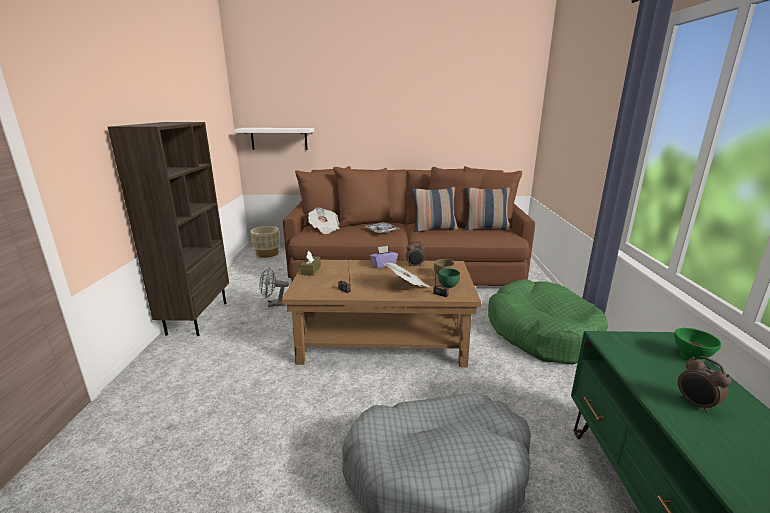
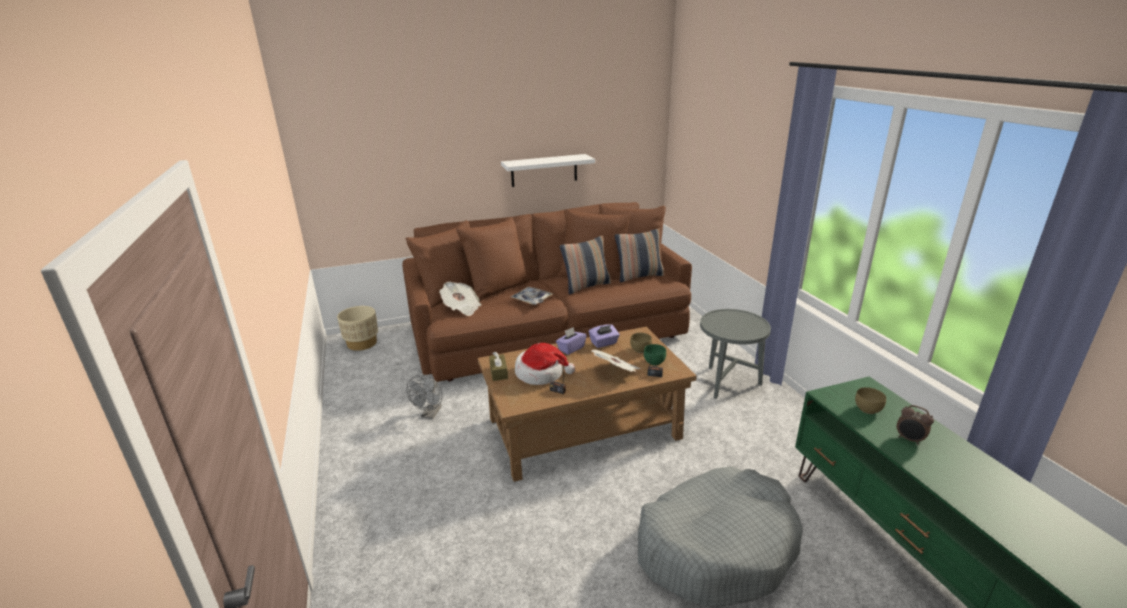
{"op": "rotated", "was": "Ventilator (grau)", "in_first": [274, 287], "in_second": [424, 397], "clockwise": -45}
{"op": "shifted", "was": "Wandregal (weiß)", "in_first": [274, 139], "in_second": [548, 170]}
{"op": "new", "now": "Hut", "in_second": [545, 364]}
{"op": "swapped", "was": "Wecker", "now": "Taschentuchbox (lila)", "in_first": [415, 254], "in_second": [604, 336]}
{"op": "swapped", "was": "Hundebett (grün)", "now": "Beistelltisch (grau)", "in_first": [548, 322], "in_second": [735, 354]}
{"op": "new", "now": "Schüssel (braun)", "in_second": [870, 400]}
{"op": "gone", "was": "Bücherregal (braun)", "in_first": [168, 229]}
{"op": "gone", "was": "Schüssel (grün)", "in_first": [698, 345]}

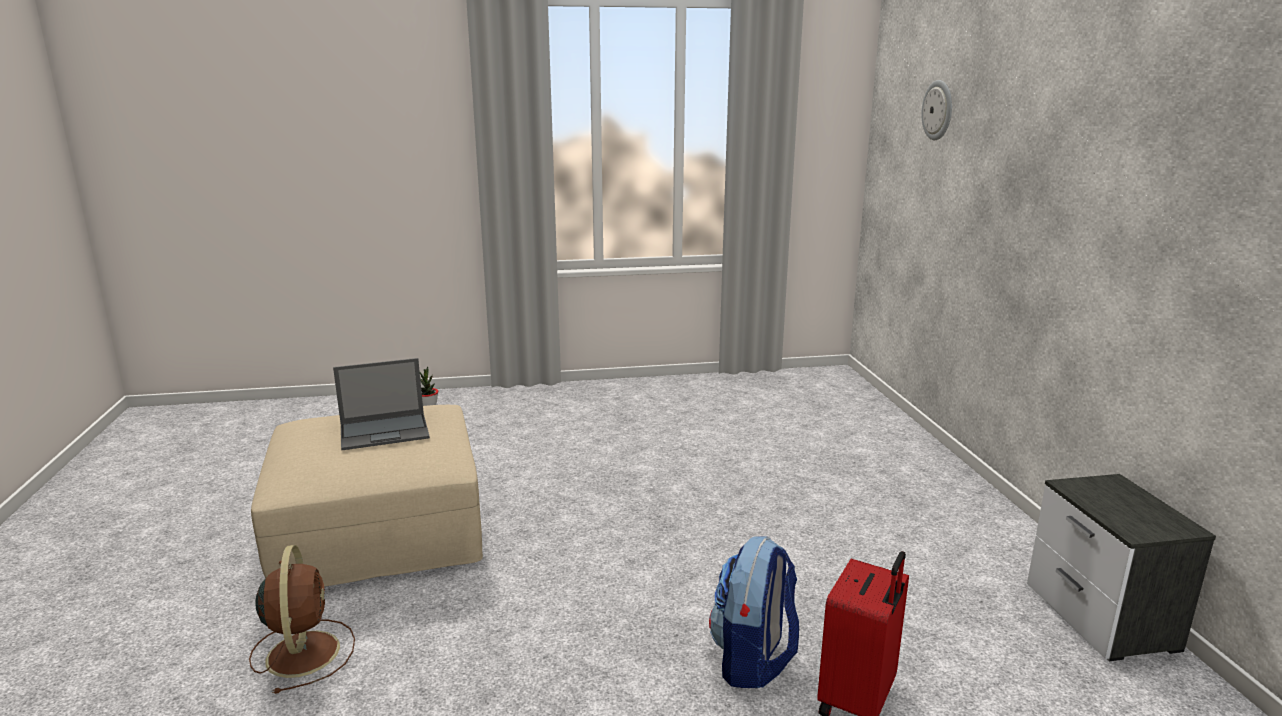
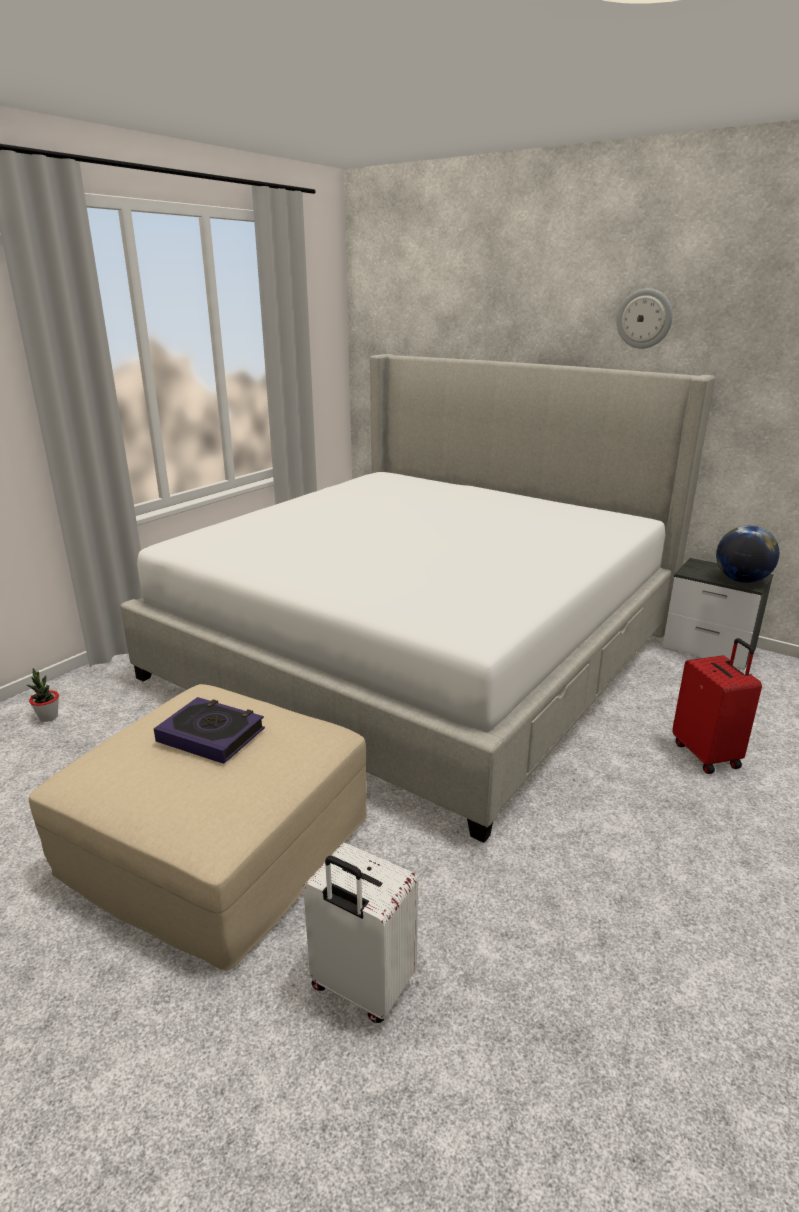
{"op": "new", "now": "Bett", "in_second": [417, 598]}
{"op": "swapped", "was": "Laptop", "now": "Buch", "in_first": [381, 404], "in_second": [209, 730]}
{"op": "swapped", "was": "Ventilator (braun)", "now": "Koffer (weiß)", "in_first": [302, 619], "in_second": [360, 933]}
{"op": "shifted", "was": "Wanduhr", "in_first": [936, 110], "in_second": [645, 319]}
{"op": "new", "now": "Globus", "in_second": [747, 554]}
{"op": "gone", "was": "Rucksack", "in_first": [754, 612]}

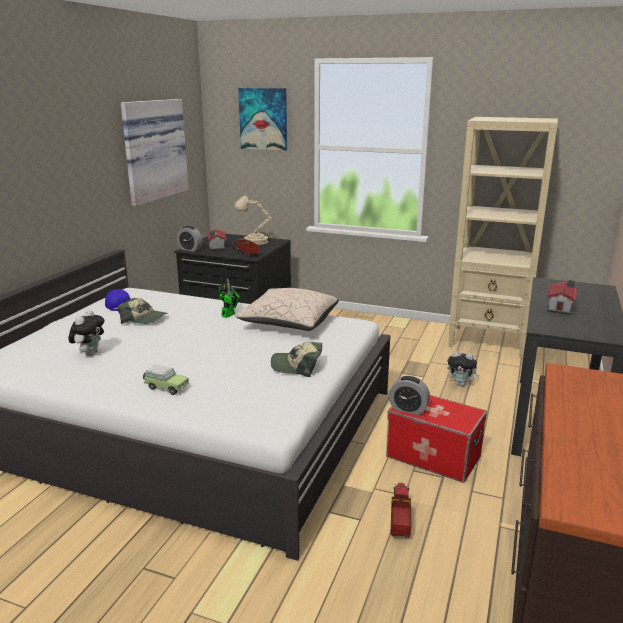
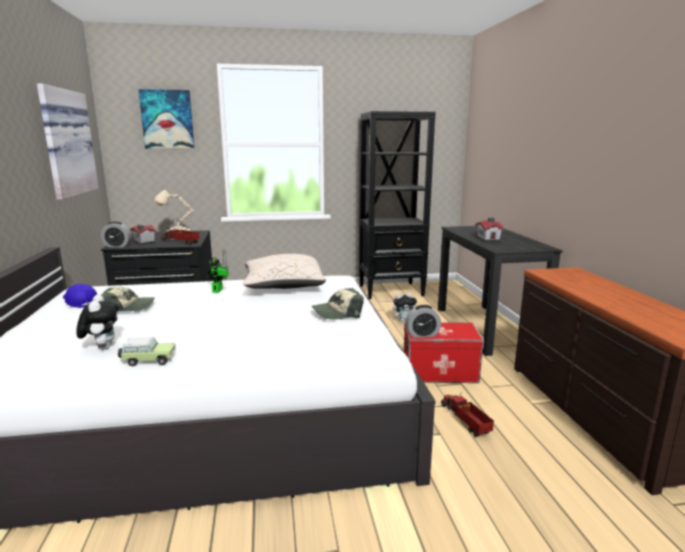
{"op": "shifted", "was": "Spielzeugauto", "in_first": [166, 379], "in_second": [147, 351]}
{"op": "repainted", "was": "Bücherregal (beige)", "now": "Bücherregal (schwarz)", "in_first": [503, 237], "in_second": [397, 205]}

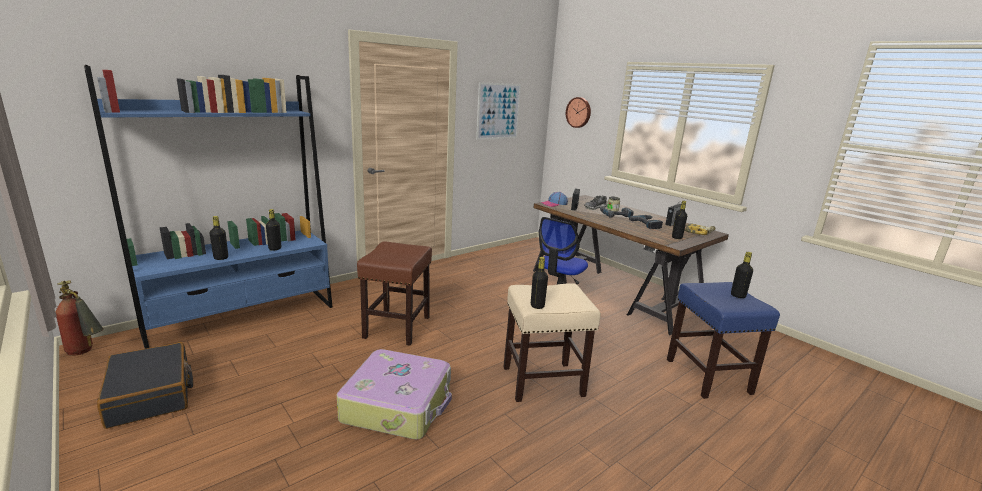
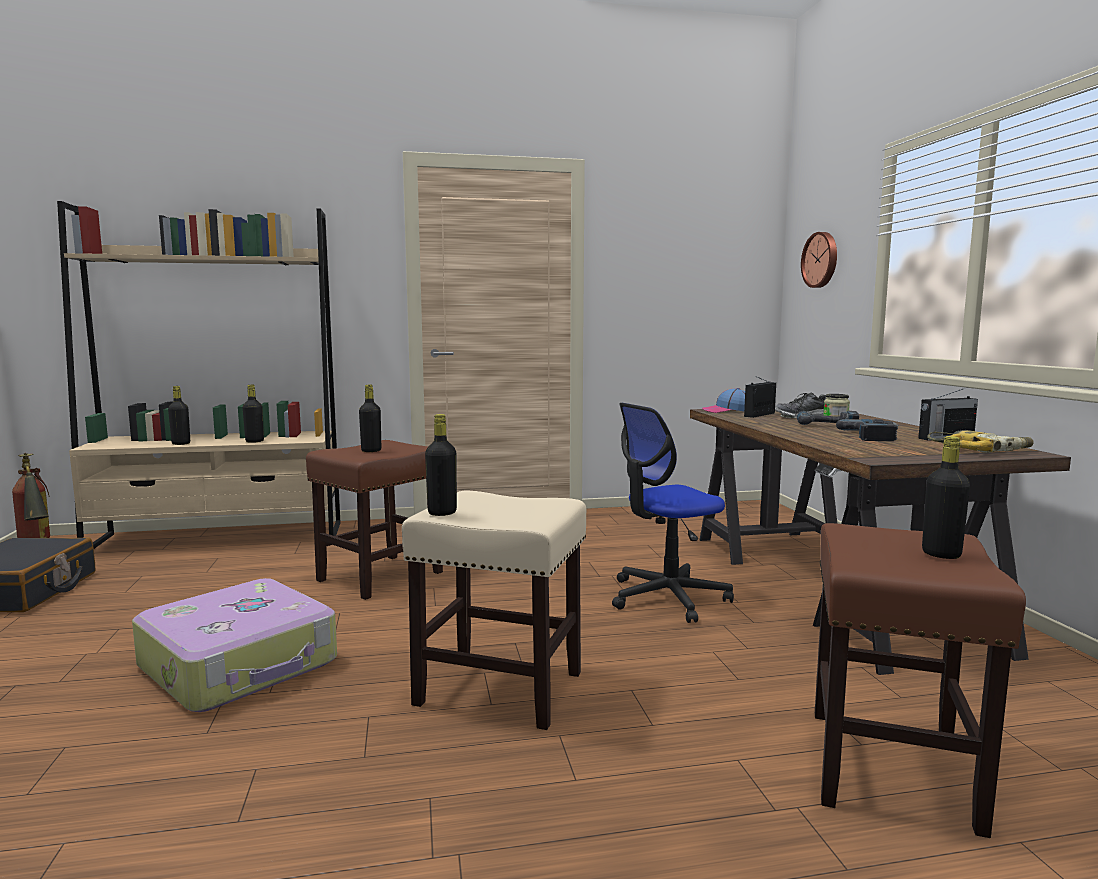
{"op": "repainted", "was": "Bücherregal (blau)", "now": "Bücherregal (beige)", "in_first": [208, 207], "in_second": [198, 375]}
{"op": "shifted", "was": "Flasche (schwarz)", "in_first": [679, 220], "in_second": [370, 418]}
{"op": "repainted", "was": "Hocker (blau)", "now": "Hocker (braun)", "in_first": [723, 340], "in_second": [920, 680]}
{"op": "gone", "was": "Bild", "in_first": [498, 111]}

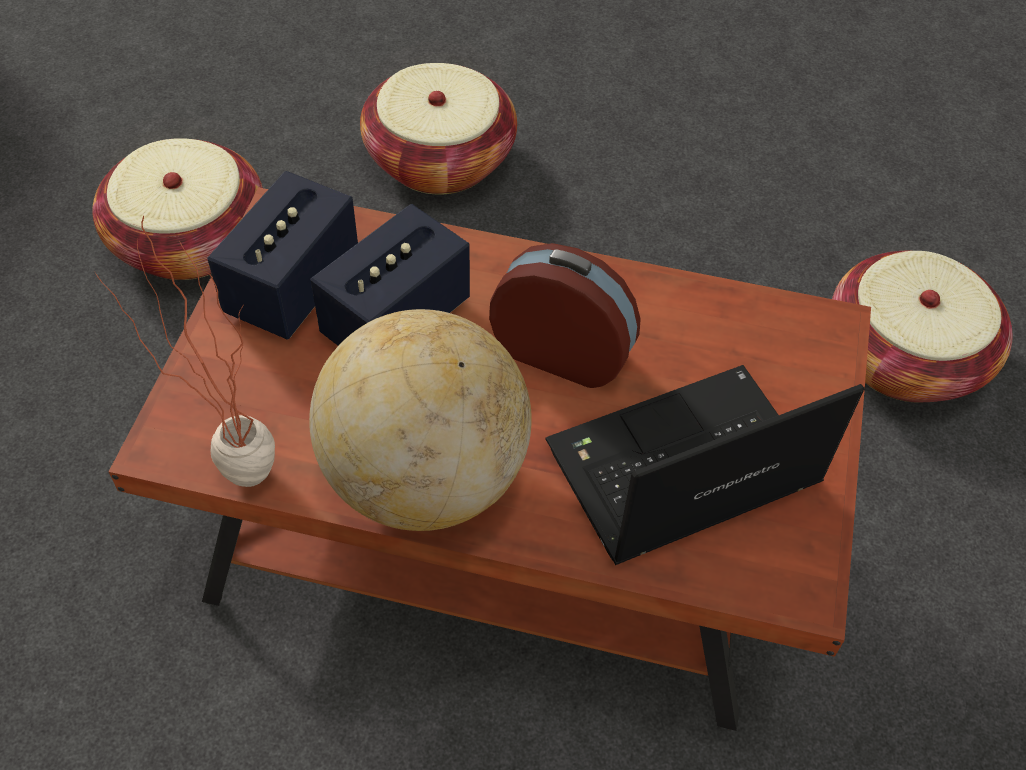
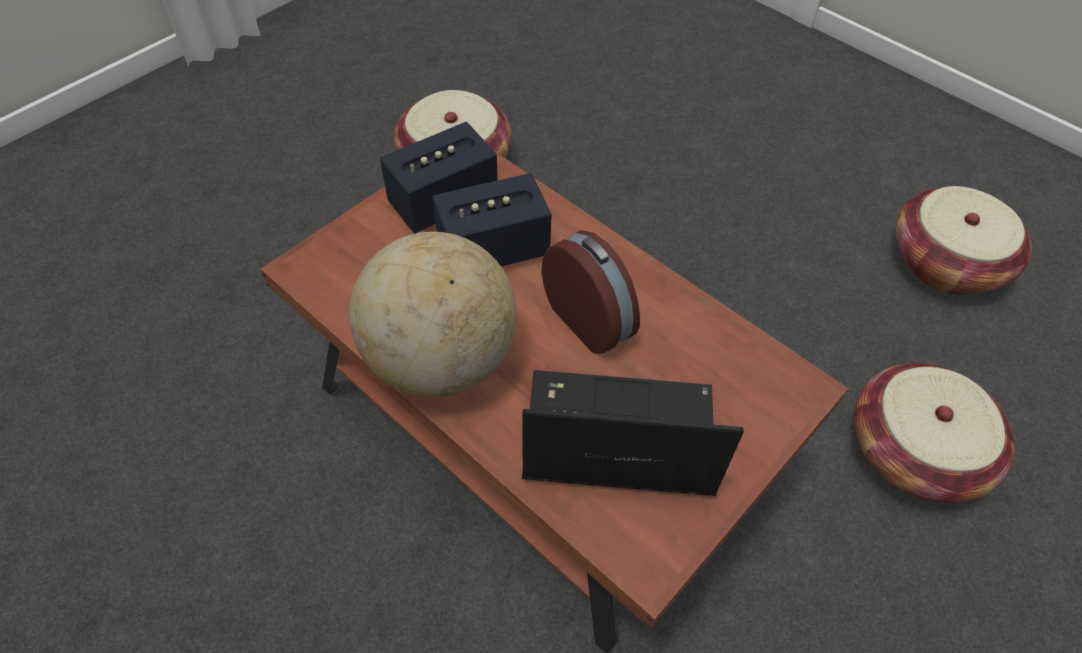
{"op": "shifted", "was": "Korb", "in_first": [438, 129], "in_second": [963, 240]}
{"op": "gone", "was": "Topfpflanze", "in_first": [185, 351]}

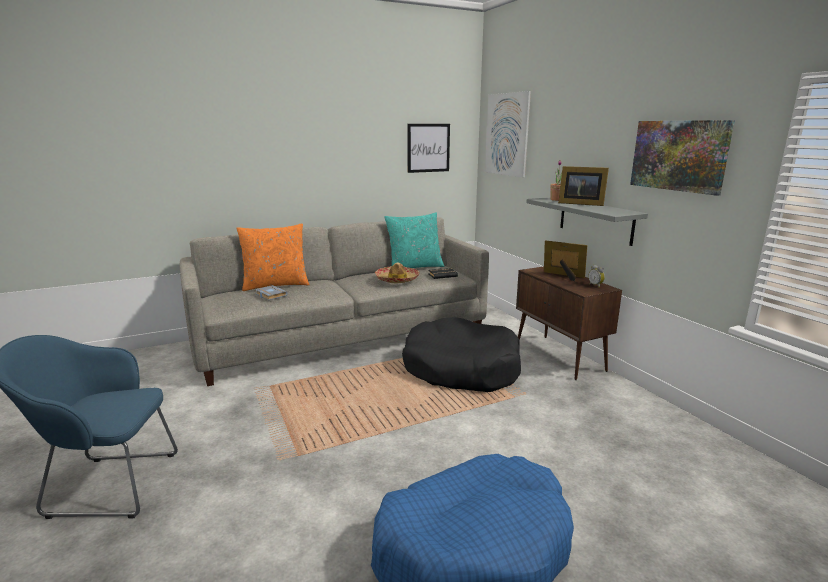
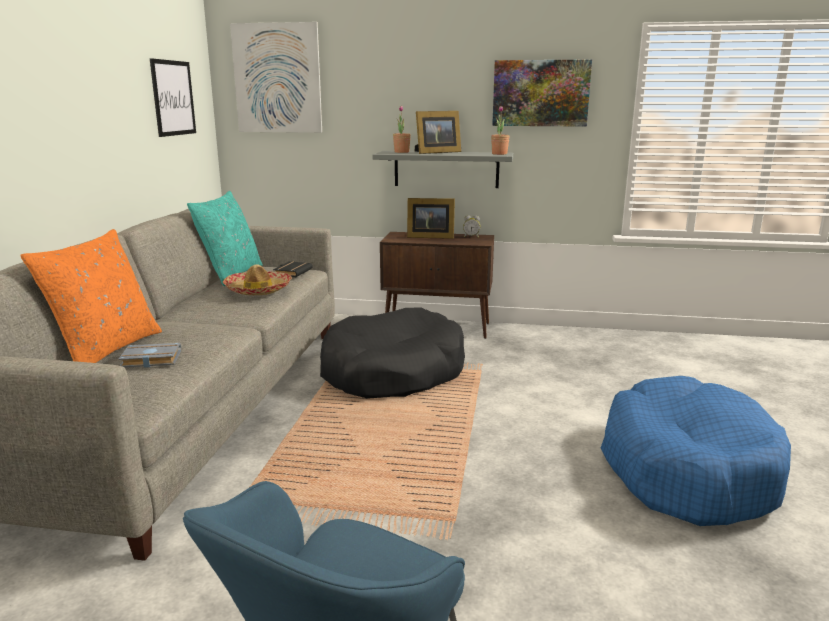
{"op": "rotated", "was": "Bilderrahmen", "in_first": [565, 260], "in_second": [431, 218], "clockwise": -150}
{"op": "new", "now": "Topfpflanze", "in_second": [500, 130]}

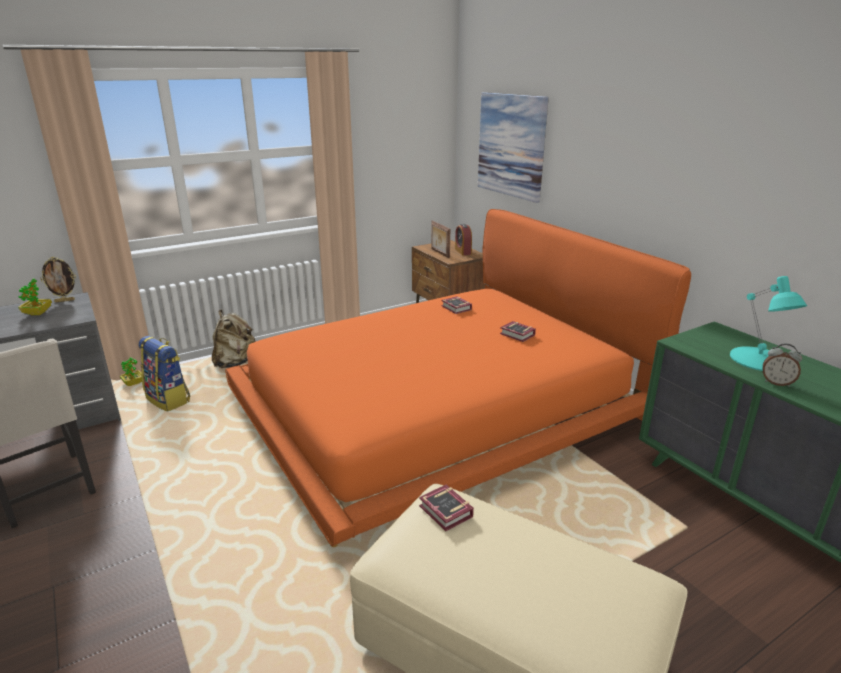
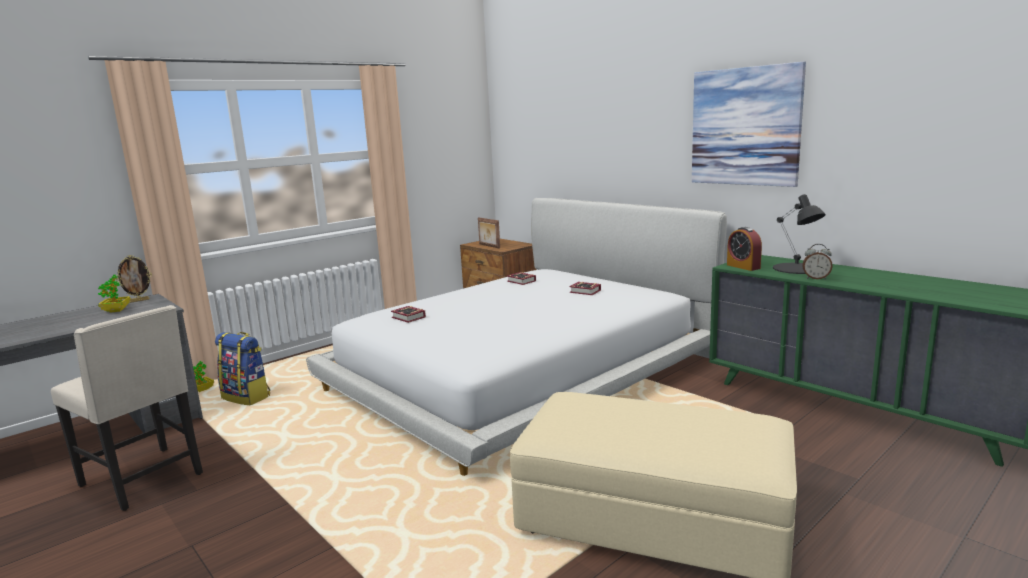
{"op": "repainted", "was": "Bett (orange)", "now": "Bett (weiß)", "in_first": [458, 378], "in_second": [516, 337]}
{"op": "shifted", "was": "Buch", "in_first": [446, 507], "in_second": [408, 314]}
{"op": "shifted", "was": "Bild", "in_first": [513, 147], "in_second": [749, 124]}
{"op": "shifted", "was": "Wecker", "in_first": [463, 239], "in_second": [744, 249]}
{"op": "repainted", "was": "Tischlampe (türkis)", "now": "Tischlampe (schwarz)", "in_first": [768, 323], "in_second": [799, 234]}
{"op": "gone", "was": "Rucksack (beige)", "in_first": [234, 338]}

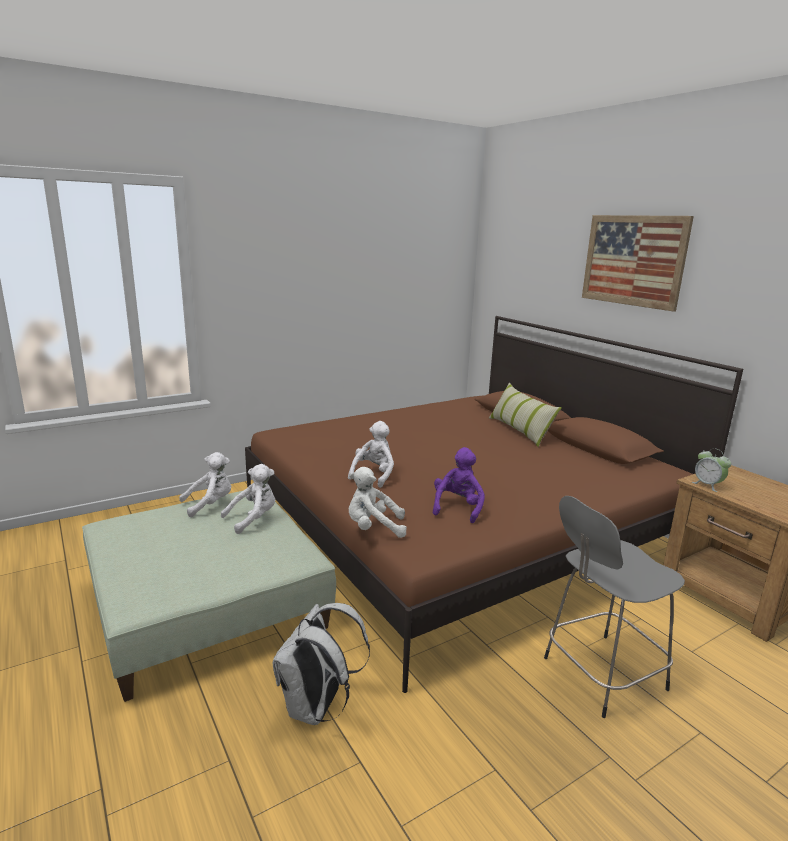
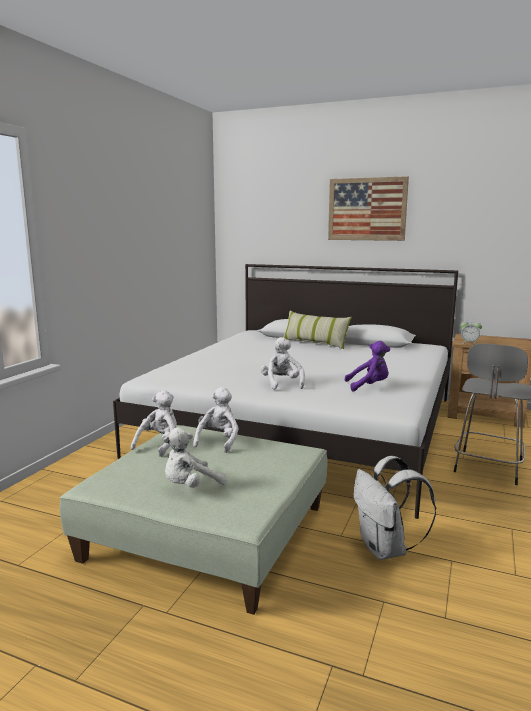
{"op": "repainted", "was": "Bett (braun)", "now": "Bett (weiß)", "in_first": [494, 504], "in_second": [285, 391]}
{"op": "shifted", "was": "Plüschtier (weiß)", "in_first": [378, 502], "in_second": [195, 458]}
{"op": "rotated", "was": "Plüschtier (lila)", "in_first": [459, 485], "in_second": [367, 366], "clockwise": 105}

